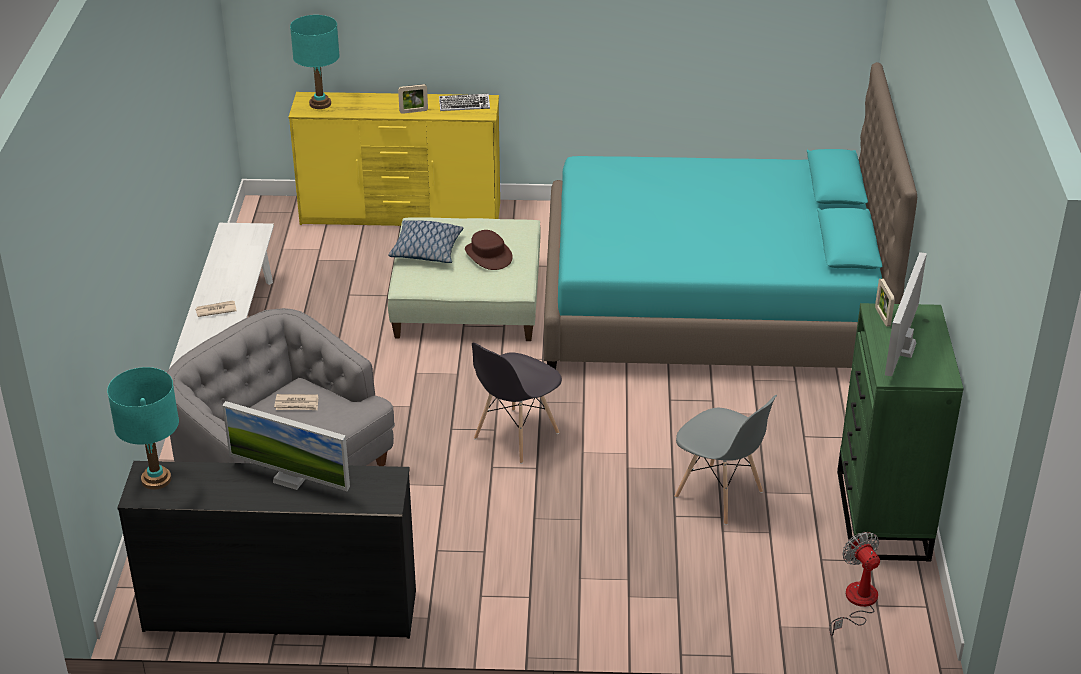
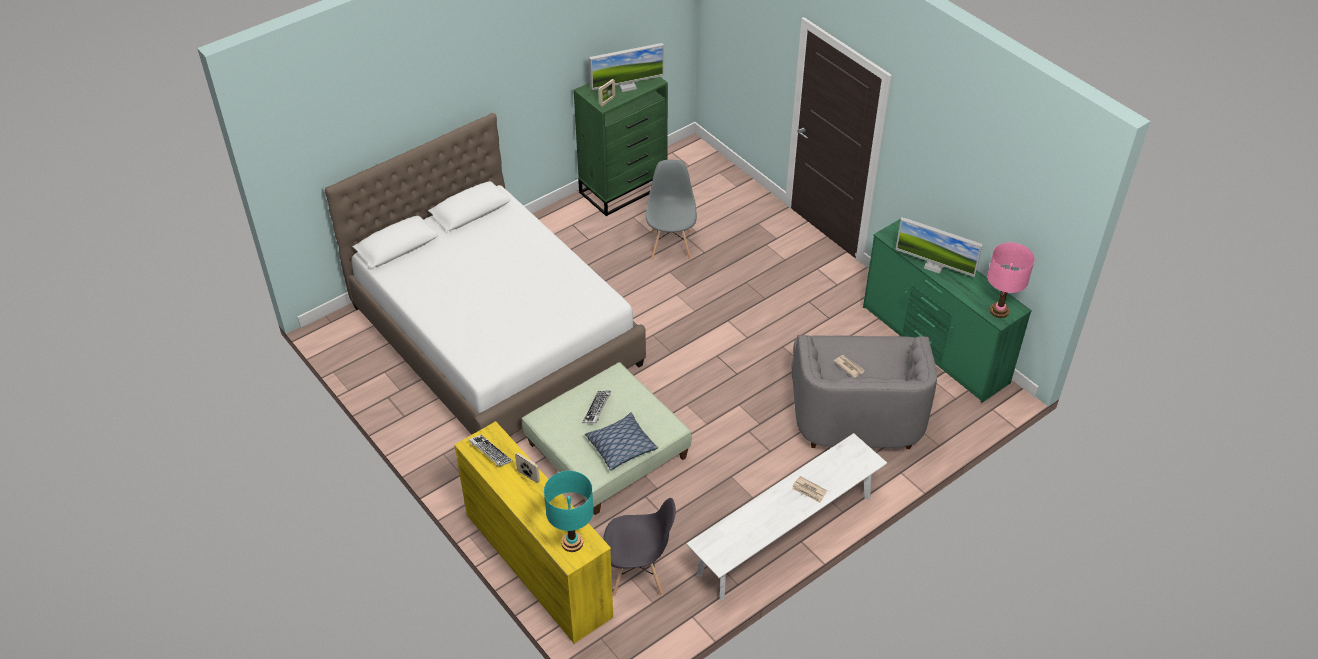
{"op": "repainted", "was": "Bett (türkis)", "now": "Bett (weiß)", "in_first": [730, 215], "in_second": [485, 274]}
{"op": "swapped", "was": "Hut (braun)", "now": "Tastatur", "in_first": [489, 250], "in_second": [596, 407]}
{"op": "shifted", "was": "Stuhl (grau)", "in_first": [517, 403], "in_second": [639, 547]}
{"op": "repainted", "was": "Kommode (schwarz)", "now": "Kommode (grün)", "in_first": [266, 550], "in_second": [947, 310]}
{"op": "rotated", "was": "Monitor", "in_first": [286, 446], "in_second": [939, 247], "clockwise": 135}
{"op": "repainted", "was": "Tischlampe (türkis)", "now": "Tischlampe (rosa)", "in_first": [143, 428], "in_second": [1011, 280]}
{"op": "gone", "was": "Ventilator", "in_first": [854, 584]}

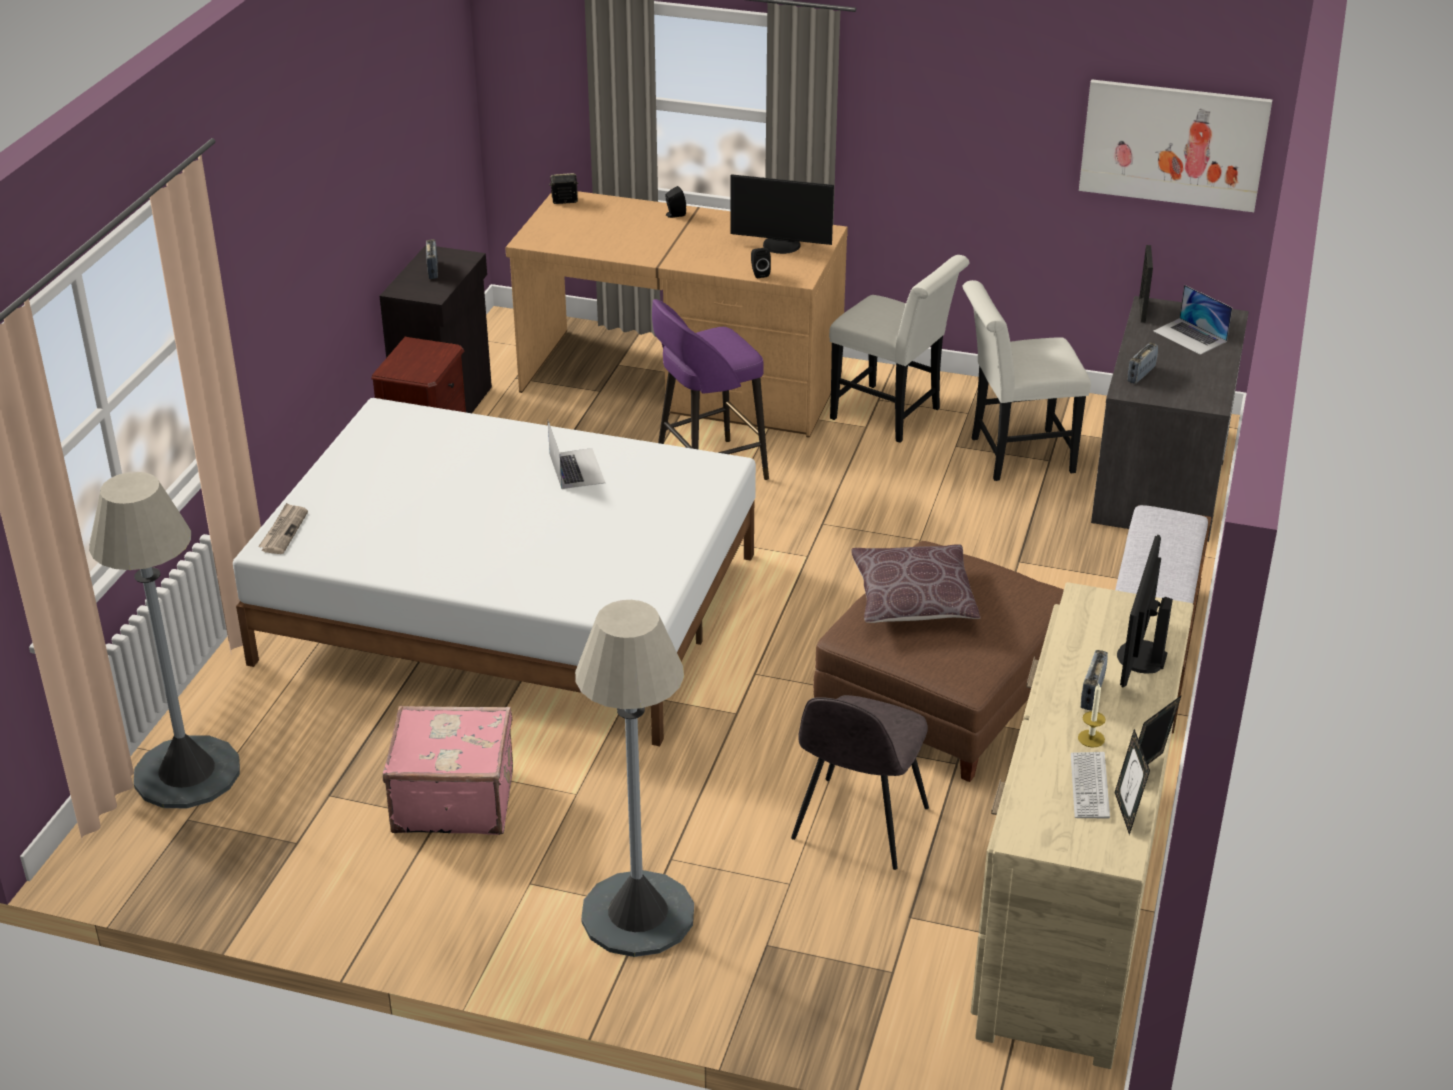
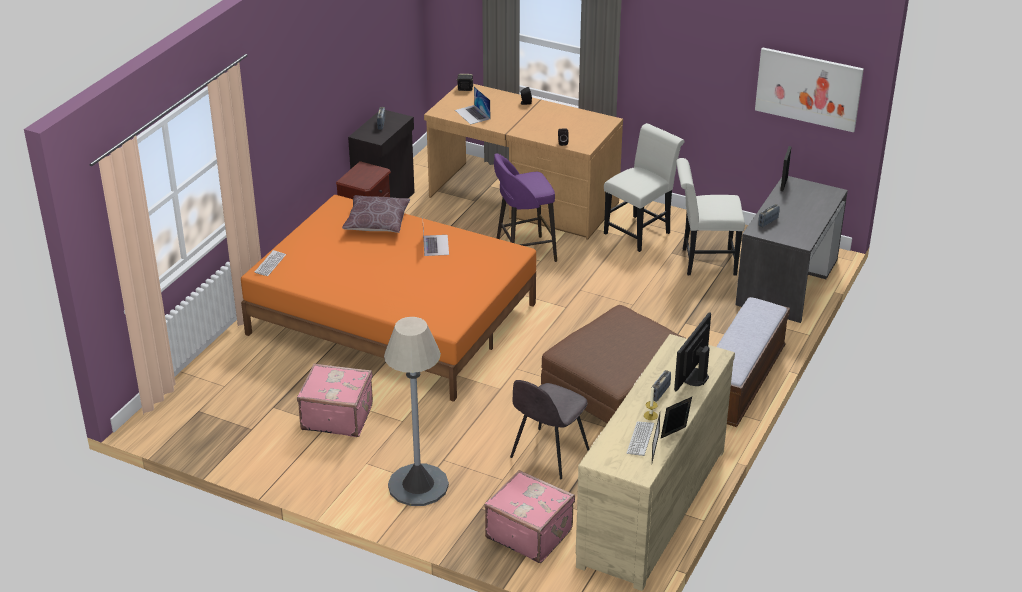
{"op": "repainted", "was": "Bett (weiß)", "now": "Bett (orange)", "in_first": [494, 572], "in_second": [388, 298]}
{"op": "swapped", "was": "Zeitung", "now": "Tastatur", "in_first": [283, 528], "in_second": [270, 263]}
{"op": "shifted", "was": "Kissen (braun)", "in_first": [915, 583], "in_second": [376, 214]}
{"op": "shifted", "was": "Laptop", "in_first": [1193, 320], "in_second": [472, 106]}
{"op": "new", "now": "Koffer (rosa)", "in_second": [529, 516]}
{"op": "rotated", "was": "Stuhl (weiß)", "in_first": [899, 349], "in_second": [644, 187], "clockwise": -90}
{"op": "gone", "was": "Stehlampe (grau)", "in_first": [164, 640]}
{"op": "gone", "was": "Monitor", "in_first": [782, 214]}

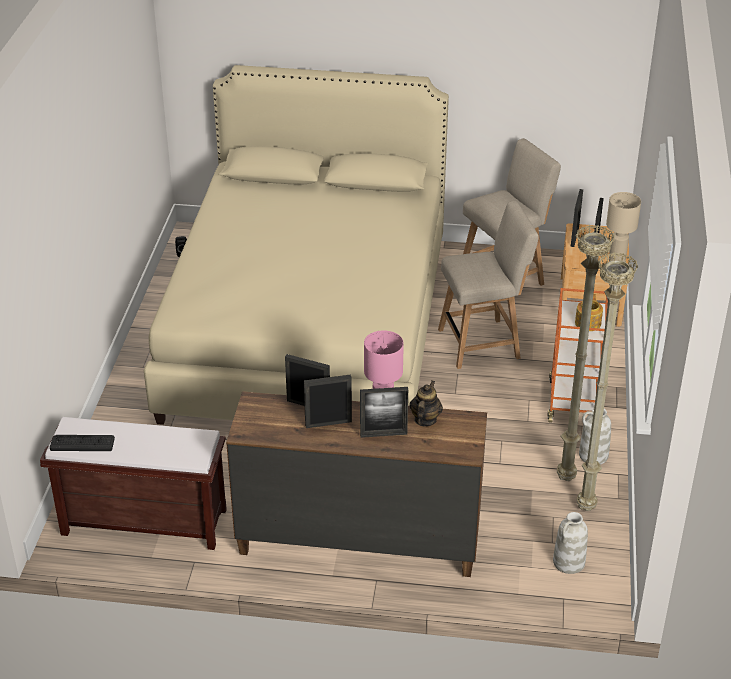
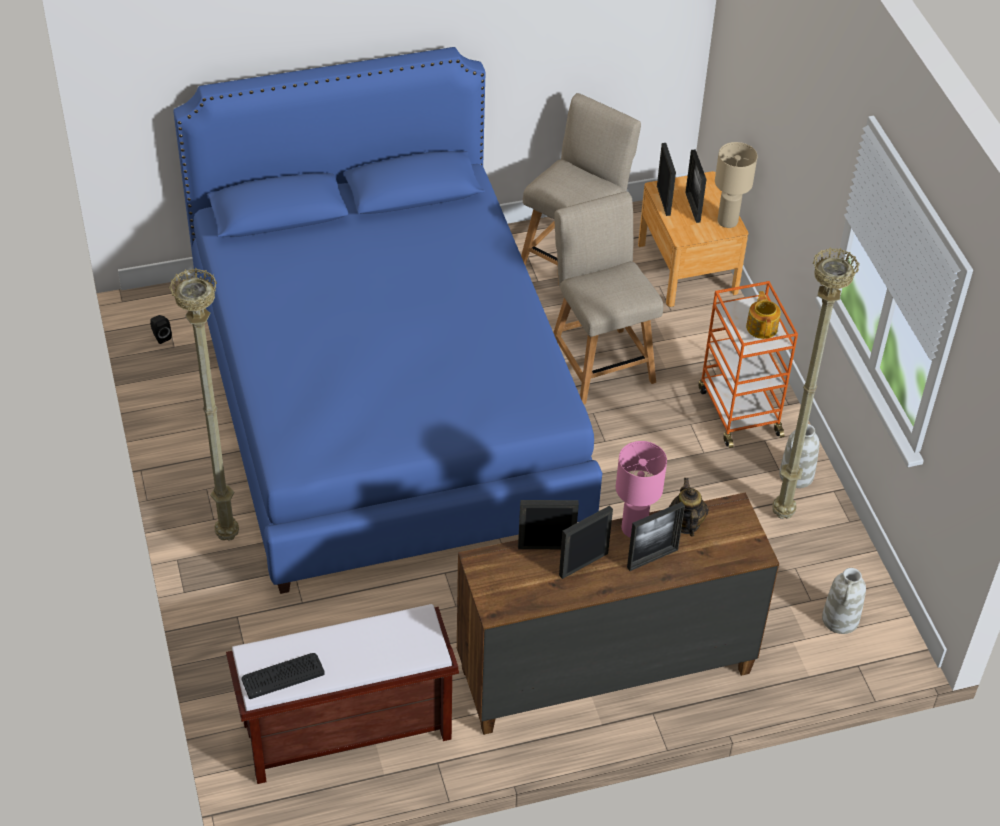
{"op": "shifted", "was": "Stehlampe (beige)", "in_first": [607, 381], "in_second": [204, 404]}
{"op": "repainted", "was": "Bett (beige)", "now": "Bett (blau)", "in_first": [296, 245], "in_second": [388, 320]}
{"op": "rotated", "was": "Stuhl (beige)", "in_first": [488, 285], "in_second": [608, 297], "clockwise": -75}

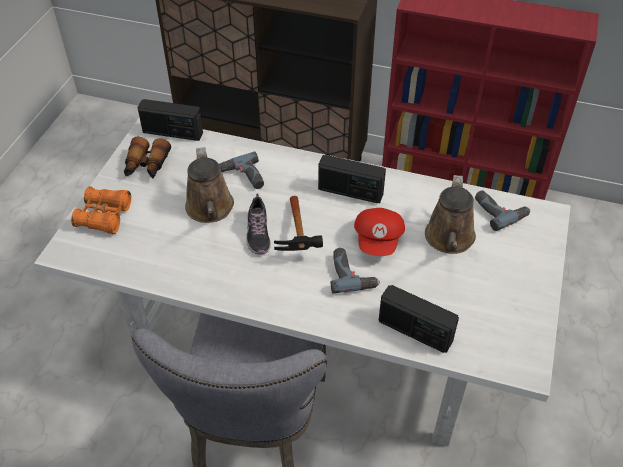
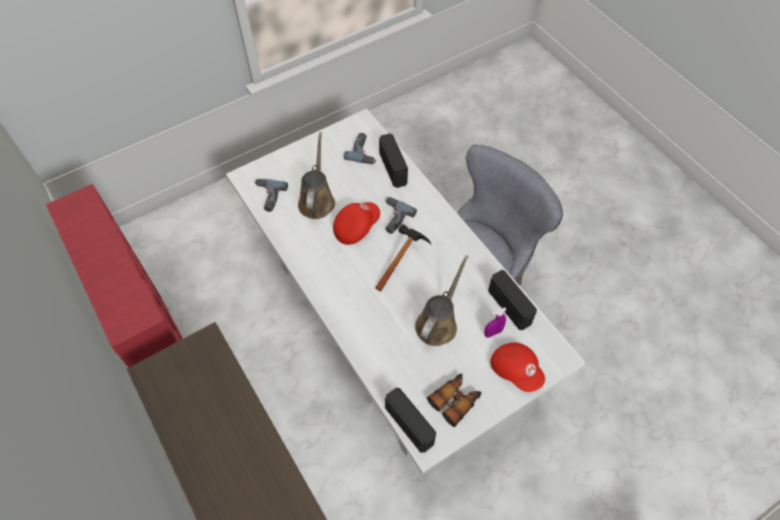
{"op": "rotated", "was": "Gießkanne (braun)", "in_first": [450, 214], "in_second": [316, 175], "clockwise": -45}
{"op": "shifted", "was": "Bohrmaschine", "in_first": [241, 170], "in_second": [360, 148]}
{"op": "new", "now": "Sprühflasche (lila)", "in_second": [495, 323]}
{"op": "shifted", "was": "Radio", "in_first": [352, 179], "in_second": [512, 300]}
{"op": "swapped", "was": "Fernglas (orange)", "now": "Kappe (rot)", "in_first": [101, 210], "in_second": [517, 367]}
{"op": "gone", "was": "Schuh", "in_first": [258, 224]}

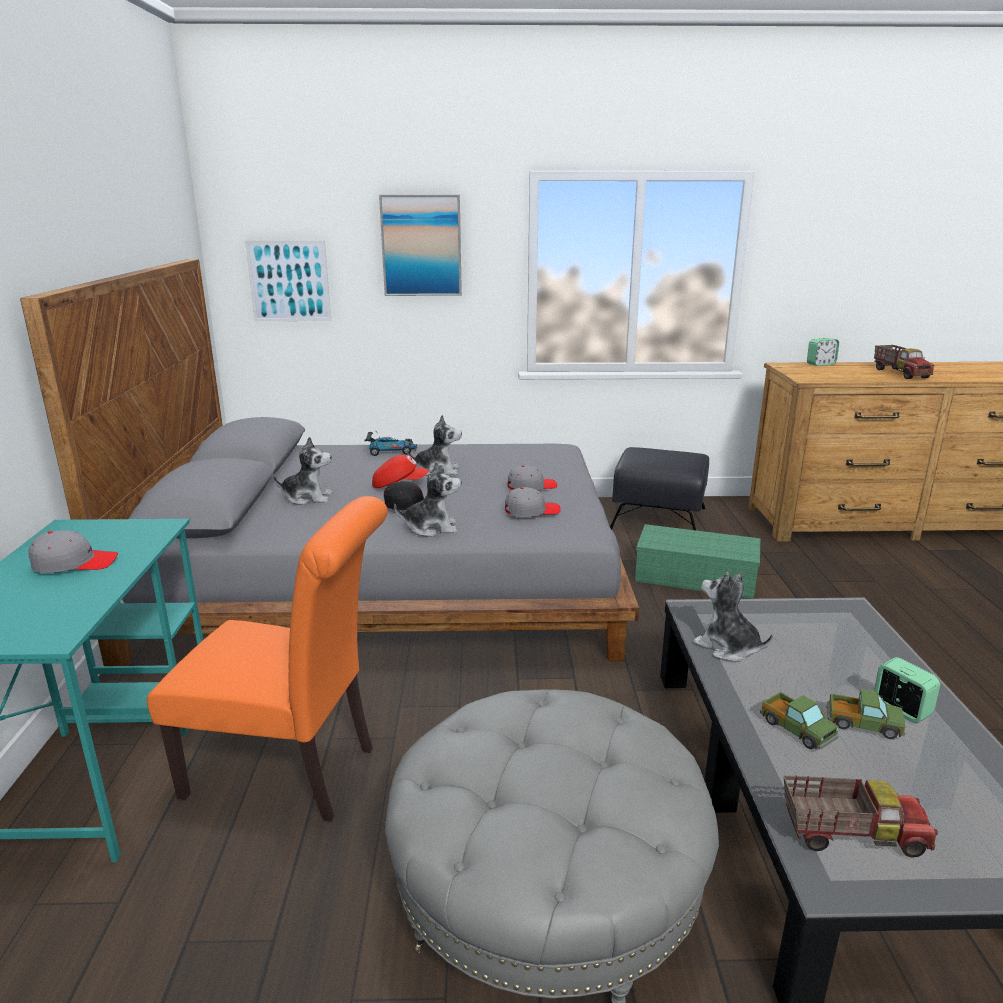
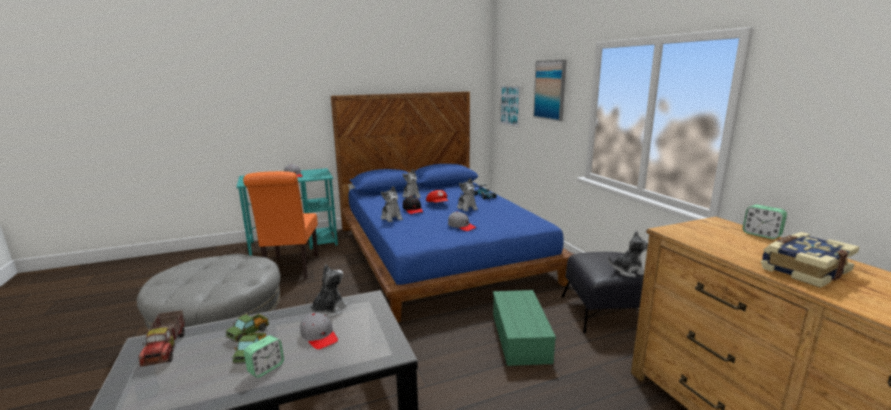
{"op": "shifted", "was": "Kappe (grau)", "in_first": [533, 502], "in_second": [319, 331]}
{"op": "repainted", "was": "Bett (grau)", "now": "Bett (blau)", "in_first": [329, 462], "in_second": [452, 207]}
{"op": "new", "now": "Plüschtier", "in_second": [628, 254]}
{"op": "swapped", "was": "Spielzeuglaster", "now": "Buch", "in_first": [904, 362], "in_second": [810, 260]}

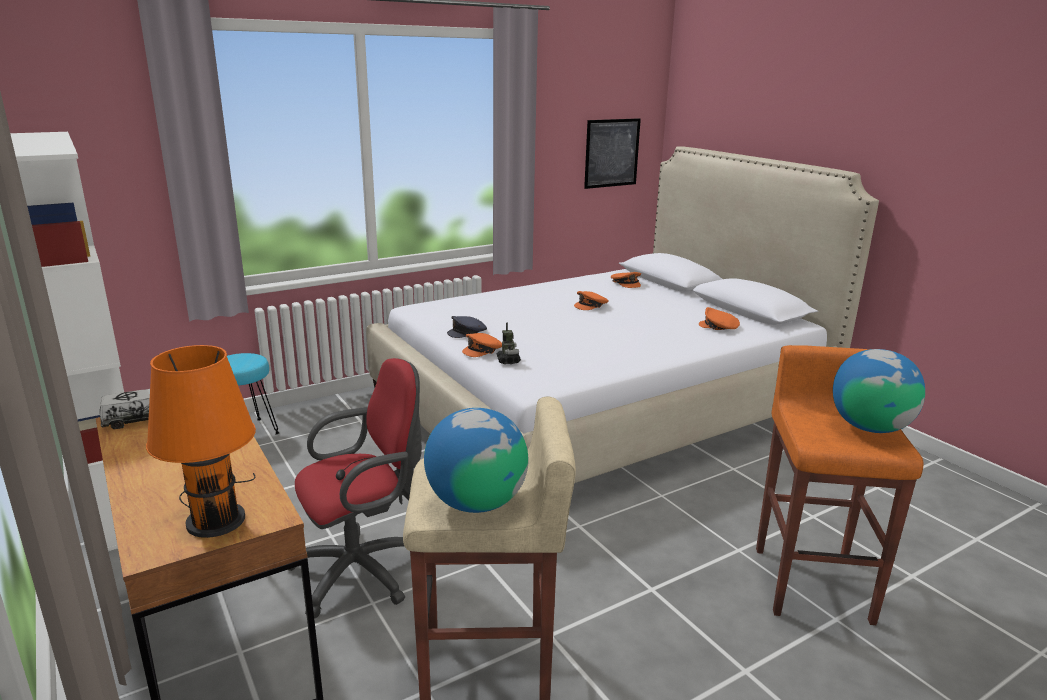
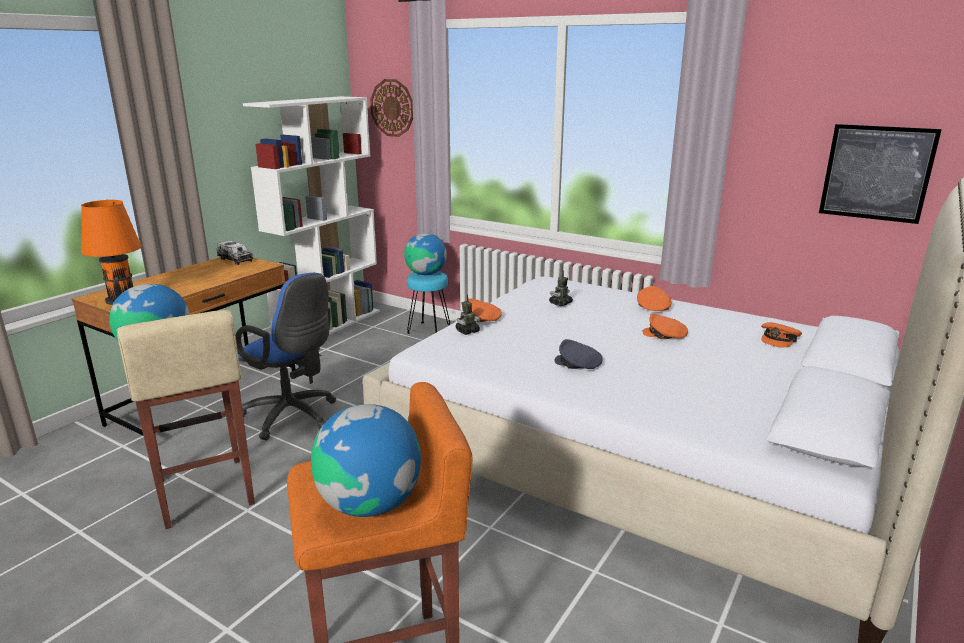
{"op": "repainted", "was": "Bürostuhl (rot)", "now": "Bürostuhl (blau)", "in_first": [355, 488], "in_second": [285, 356]}
{"op": "new", "now": "Wanduhr", "in_second": [391, 108]}
{"op": "new", "now": "Globus", "in_second": [425, 254]}
{"op": "new", "now": "Spielzeugroboter", "in_second": [561, 288]}
{"op": "shifted", "was": "Kappe (grau)", "in_first": [467, 327], "in_second": [579, 354]}
{"op": "shifted", "was": "Kappe (orange)", "in_first": [719, 318], "in_second": [654, 298]}

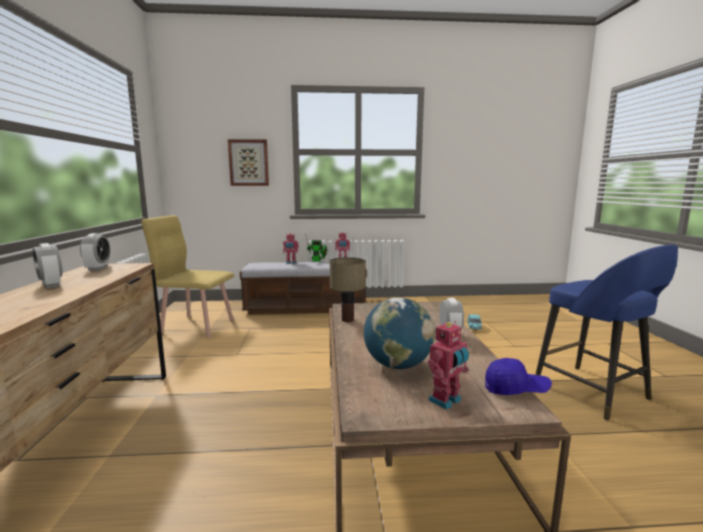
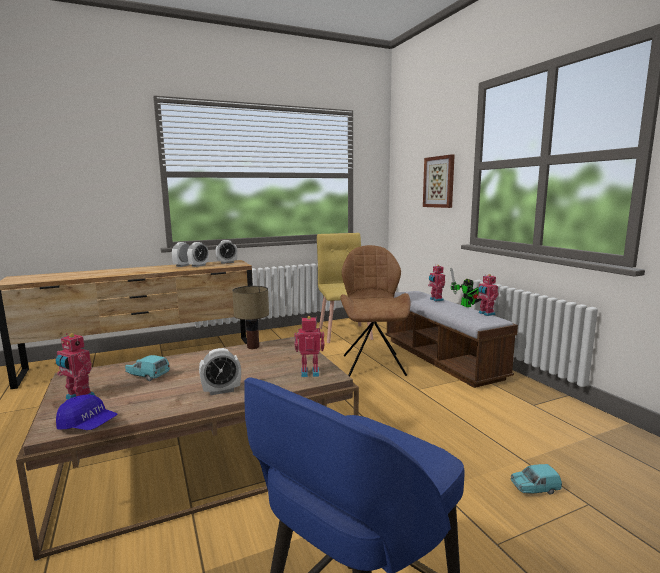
{"op": "rotated", "was": "Kappe (blau)", "in_first": [518, 376], "in_second": [87, 412], "clockwise": -60}
{"op": "swapped", "was": "Globus", "now": "Spielzeugauto (türkis)", "in_first": [399, 333], "in_second": [147, 368]}
{"op": "new", "now": "Wecker", "in_second": [198, 254]}
{"op": "new", "now": "Spielzeugroboter", "in_second": [309, 346]}
{"op": "new", "now": "Stuhl (braun)", "in_second": [375, 311]}

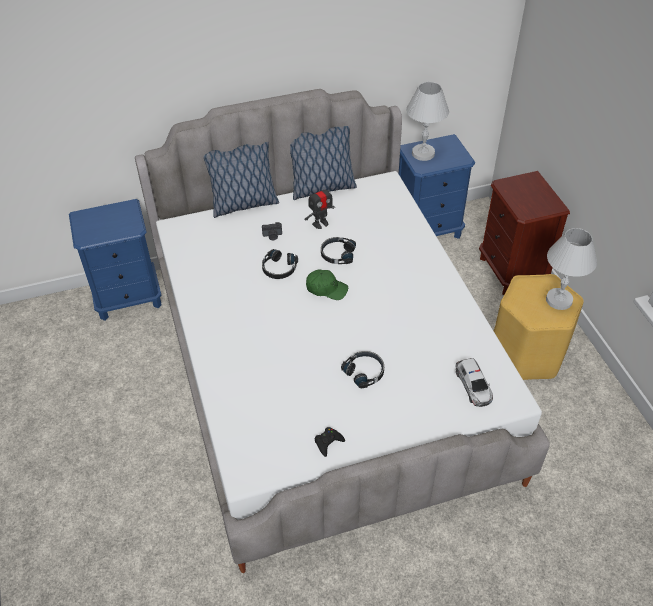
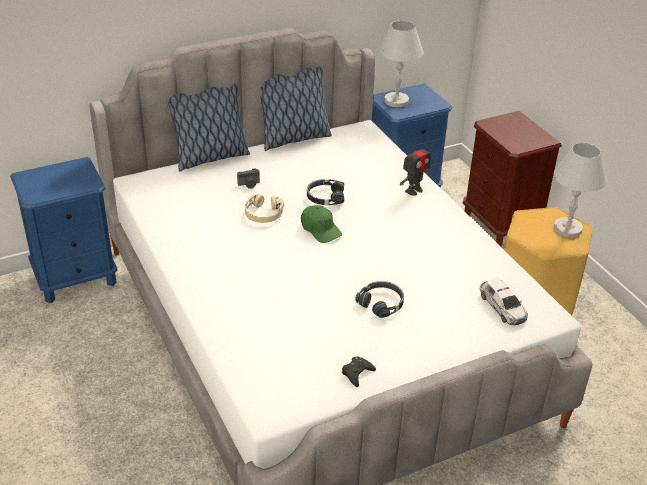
{"op": "repainted", "was": "Kopfhörer (schwarz)", "now": "Kopfhörer (beige)", "in_first": [280, 264], "in_second": [264, 208]}
{"op": "rotated", "was": "Kappe (grün)", "in_first": [327, 284], "in_second": [321, 224], "clockwise": 45}
{"op": "shifted", "was": "Spielzeugroboter", "in_first": [319, 206], "in_second": [415, 168]}

